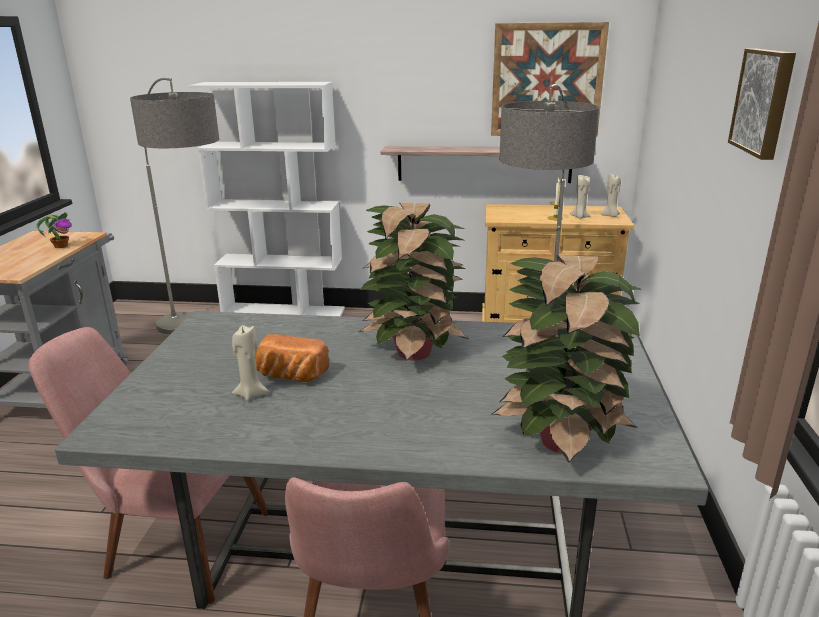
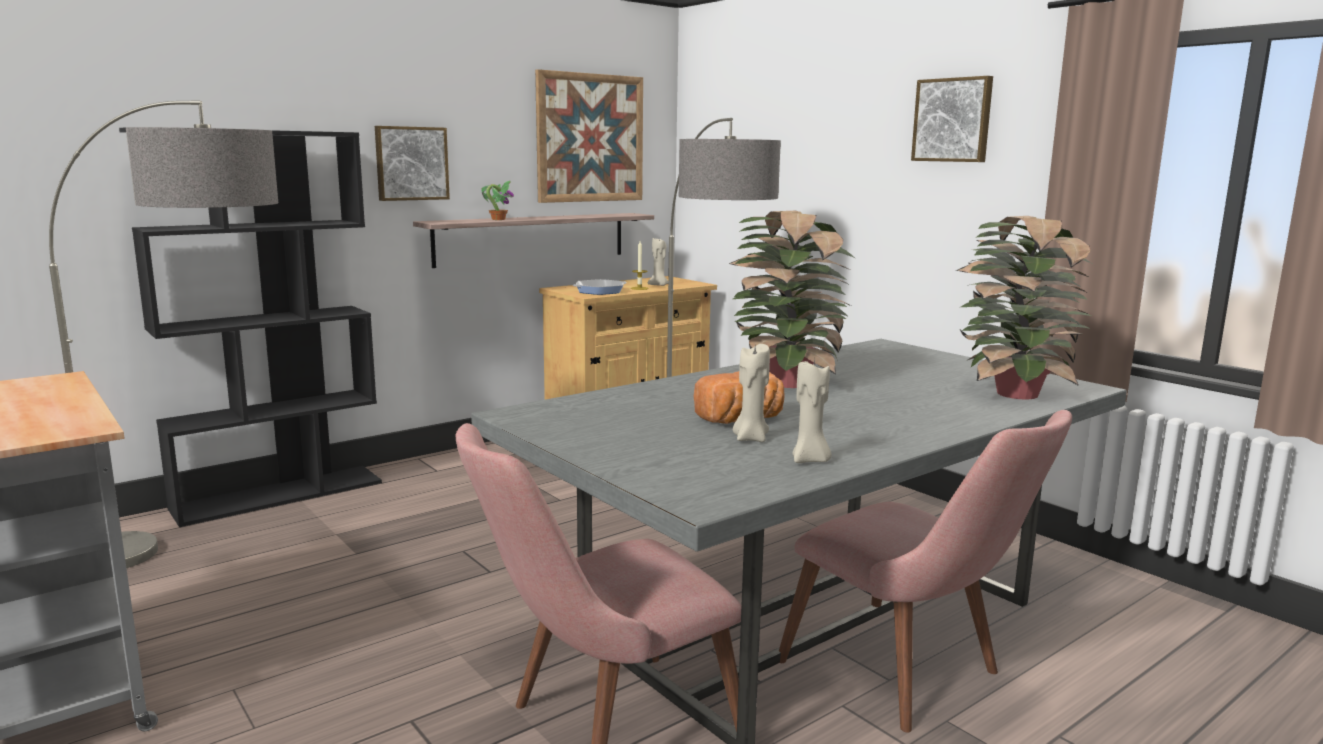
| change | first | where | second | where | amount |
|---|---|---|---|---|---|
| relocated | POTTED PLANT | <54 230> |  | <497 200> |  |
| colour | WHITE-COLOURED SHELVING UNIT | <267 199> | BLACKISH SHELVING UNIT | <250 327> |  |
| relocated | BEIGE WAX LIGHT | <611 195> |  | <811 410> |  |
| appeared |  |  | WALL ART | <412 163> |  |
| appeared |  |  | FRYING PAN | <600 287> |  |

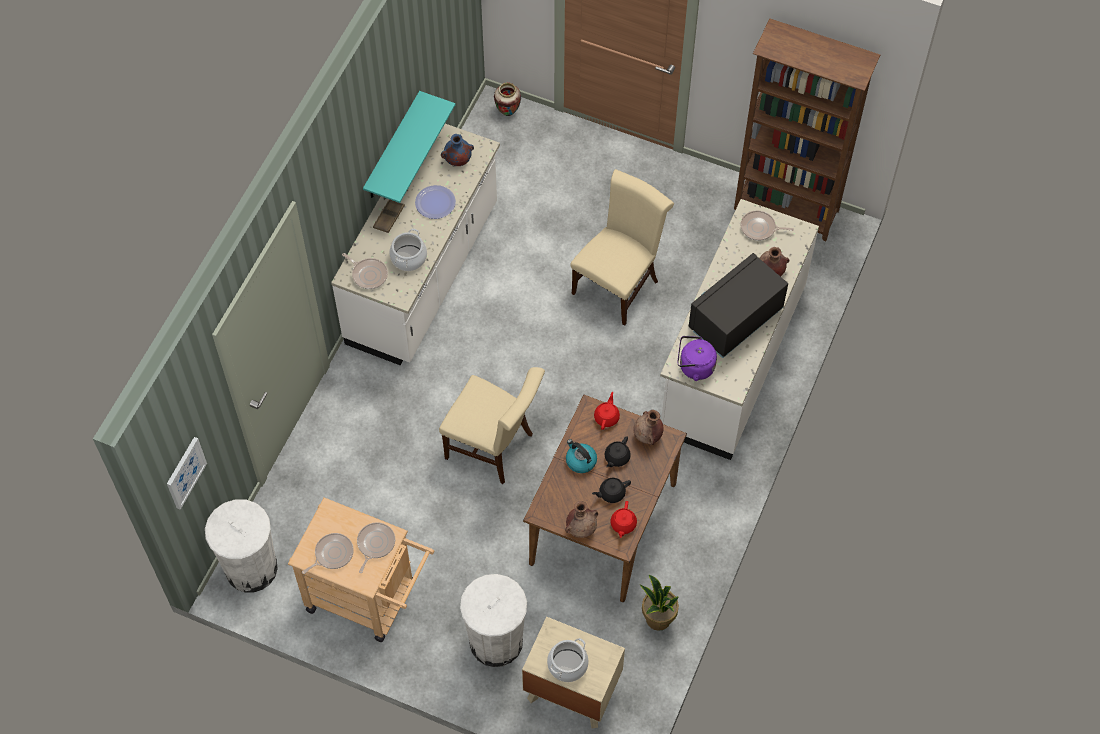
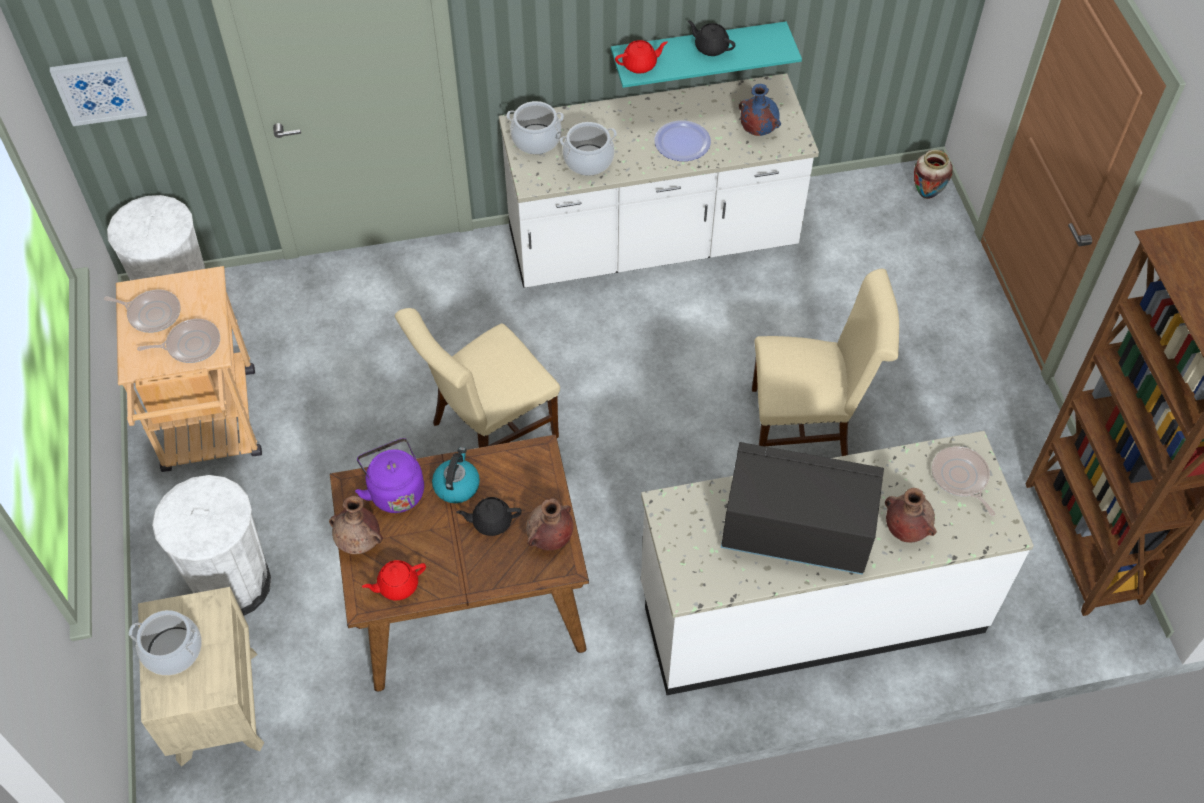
| change | first | where | second | where | amount |
|---|---|---|---|---|---|
| exchanged | FRYING PAN | <365 271> | STOCKPOT | <535 127> |  |
| missing | BROWN-COLOURED TRAY | <389 216> |  |  |  |
| spun | BEIGE PLAIN CHAIR | <492 425> |  | <477 378> | 60 degrees clockwise |
| relocated | BLACKISH TEAPOT | <611 490> |  | <711 38> |  |
| relocated | RED-COLOURED TEAPOT | <607 411> |  | <641 57> |  |
| missing | POTTED PLANT | <659 603> |  |  |  |
| relocated | PURPLISH KETTLE | <697 358> |  | <389 475> |  |

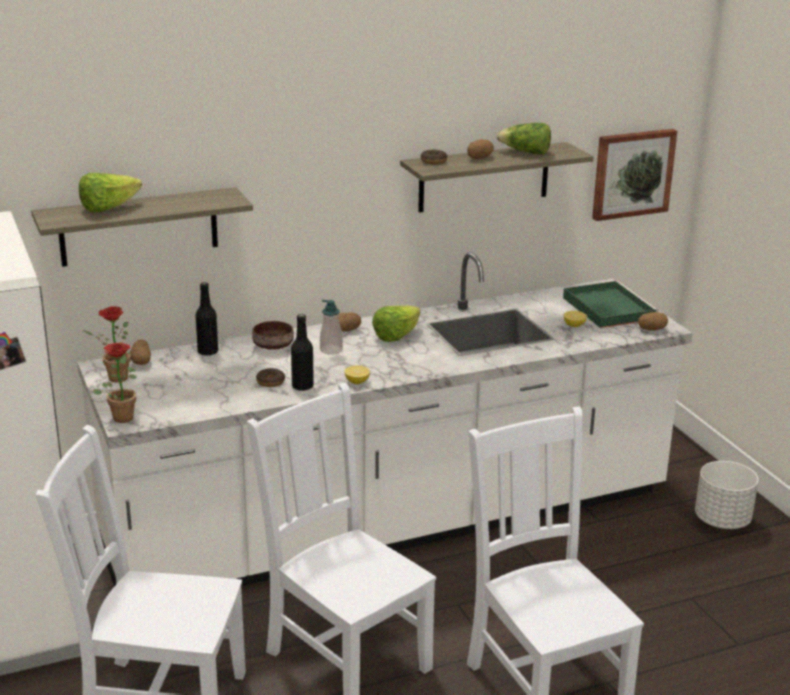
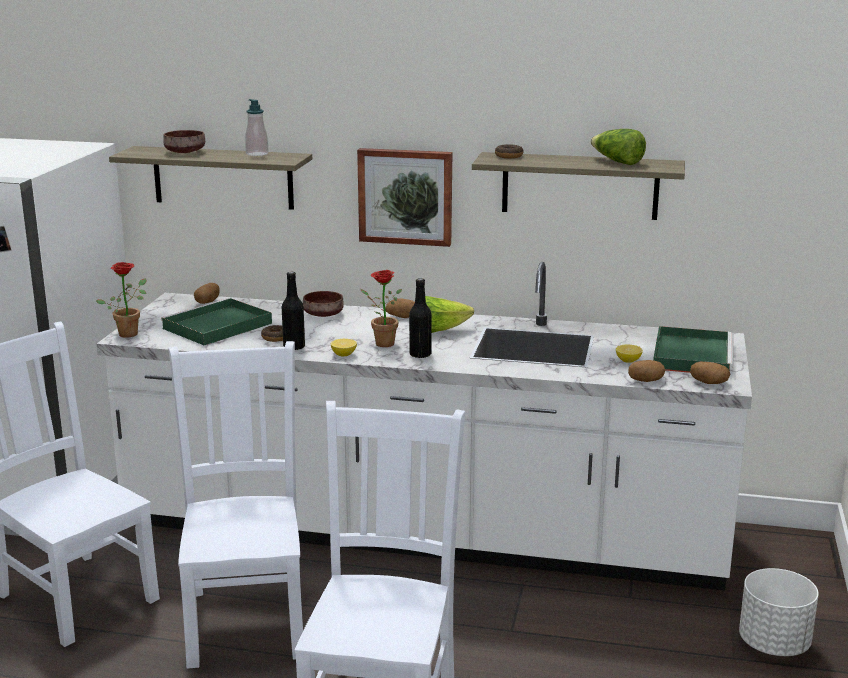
| change | first | where | second | where | amount |
|---|---|---|---|---|---|
| exchanged | LETTUCE | <110 192> | BROWN-COLOURED BOWL | <184 141> |  |
| relocated | POTTED PLANT | <107 344> |  | <381 308> |  |
| relocated | BLACKISH BEVERAGE BOTTLE | <206 318> |  | <420 318> |  |
| relocated | LIQUID SOAP BOTTLE | <331 327> |  | <257 127> |  |
| relocated | POTATO | <480 149> |  | <646 371> |  |
| relocated | WALL ART | <634 175> |  | <404 197> |  |
| appeared |  |  | GREEN-COLOURED TRAY | <216 321> |  |

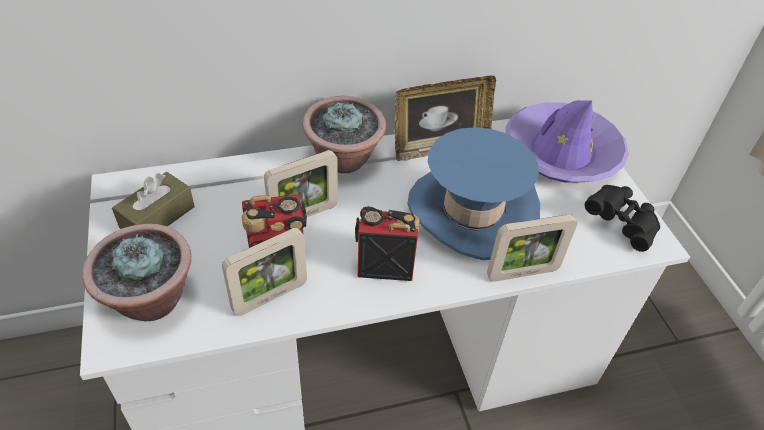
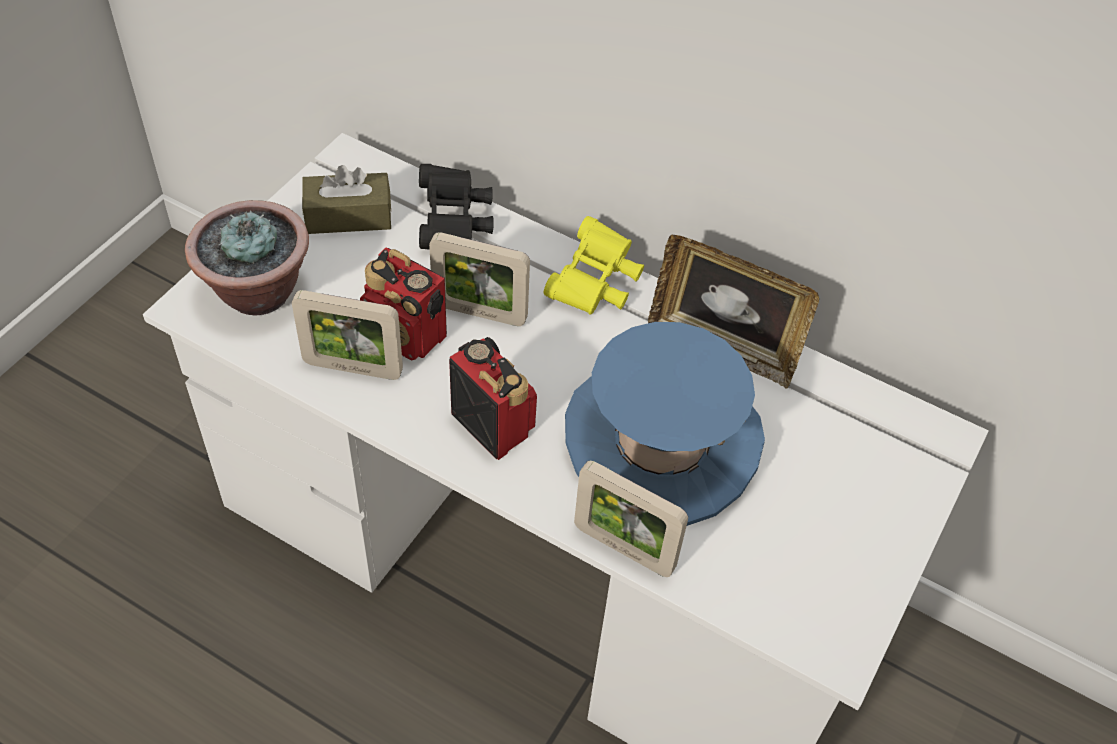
| change | first | where | second | where | amount |
|---|---|---|---|---|---|
| exchanged | POTTED PLANT | <344 134> | YELLOW-COLOURED PAIR OF BINOCULARS | <593 265> |  |
| missing | PURPLISH CLOTHING HAT | <567 141> |  |  |  |
| relocated | BLACKISH PAIR OF BINOCULARS | <622 218> |  | <456 207> |  |

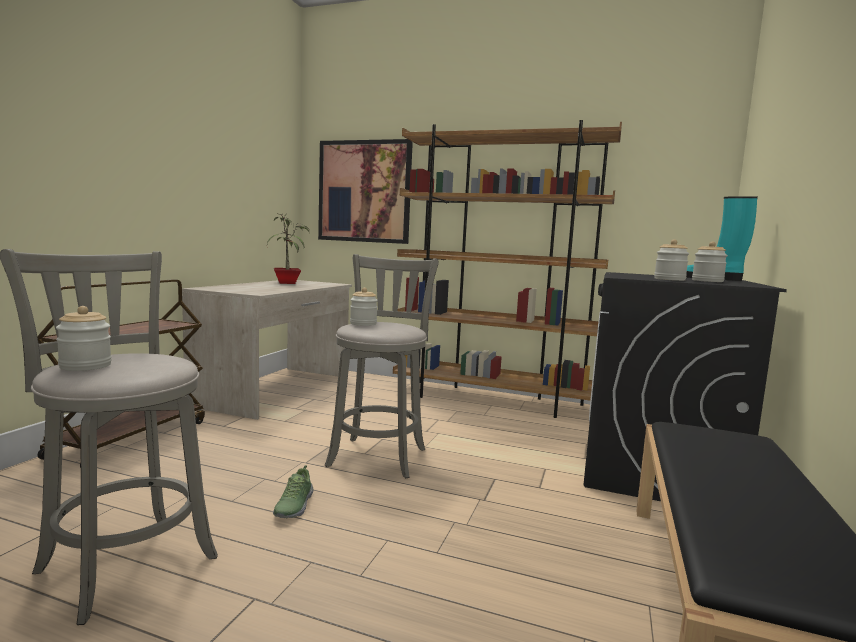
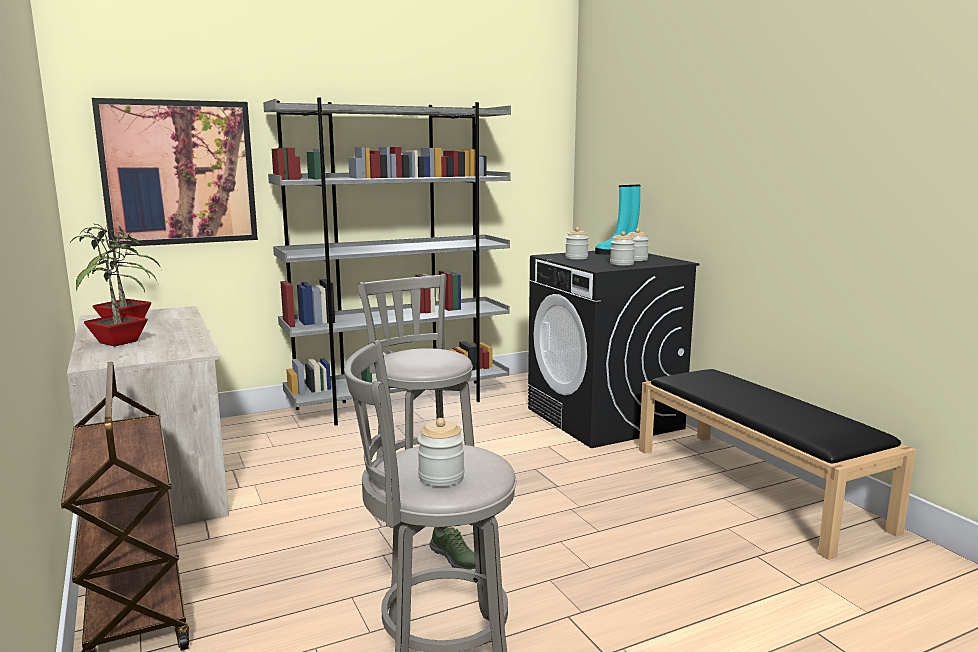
| change | first | where | second | where | amount |
|---|---|---|---|---|---|
| relocated | JAR | <364 307> |  | <577 243> |  |
| colour | BROWN-COLOURED SHELVING UNIT | <507 269> | GREY SHELVING UNIT | <387 261> |  |
| appeared |  |  | POTTED PLANT | <113 289> |  |

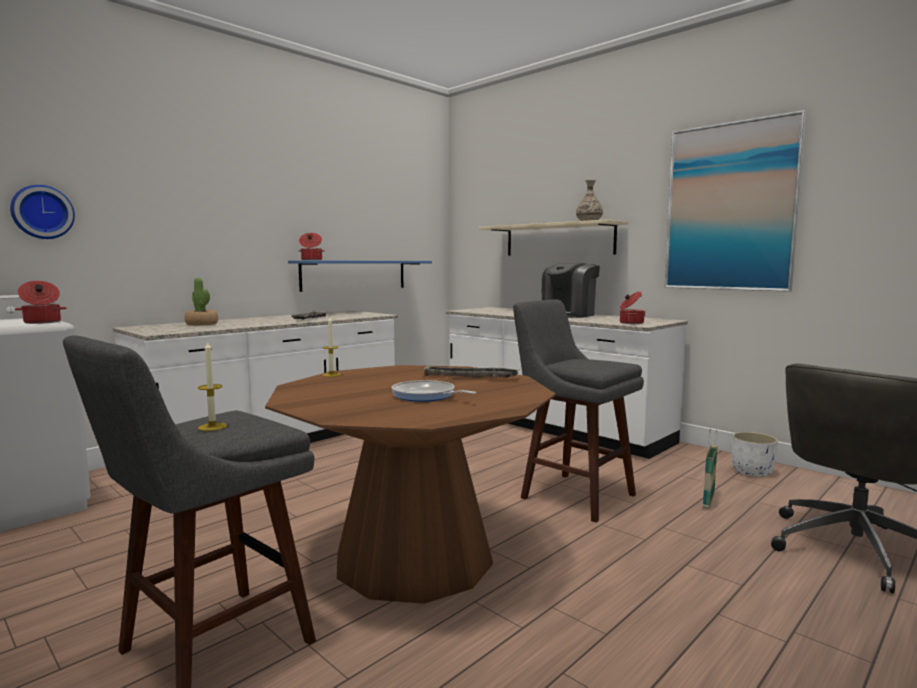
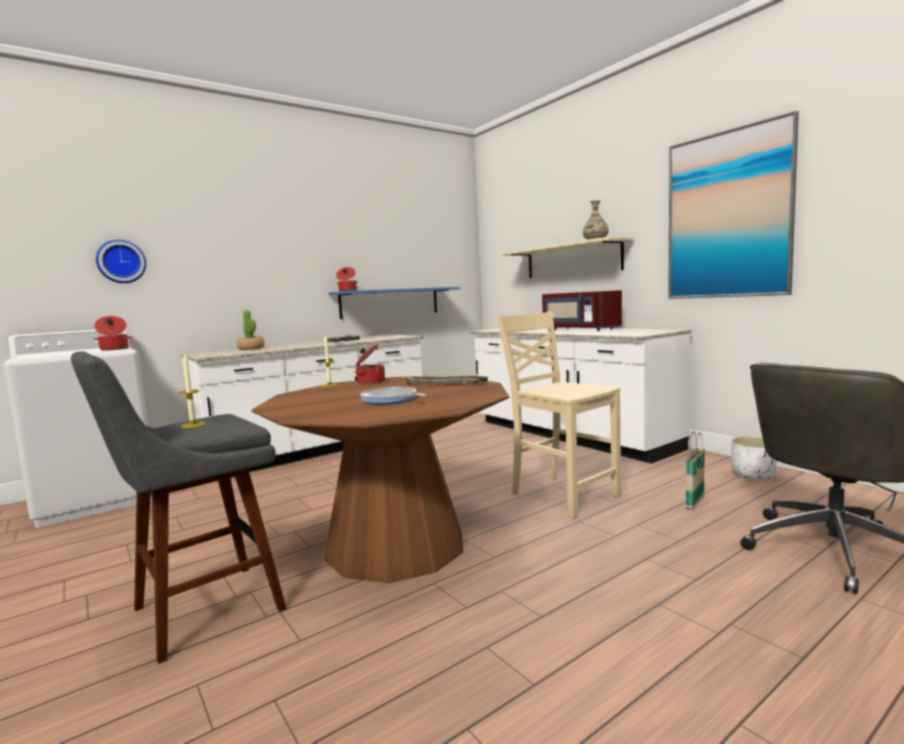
| change | first | where | second | where | amount |
|---|---|---|---|---|---|
| exchanged | GREY SITTING STOOL | <578 410> | BEIGE PLAIN CHAIR | <559 415> |  |
| exchanged | COFFEE MACHINE | <570 290> | RED-COLOURED KITCHEN MICROWAVE | <582 310> |  |
| relocated | STOCKPOT | <633 308> |  | <370 364> |  |

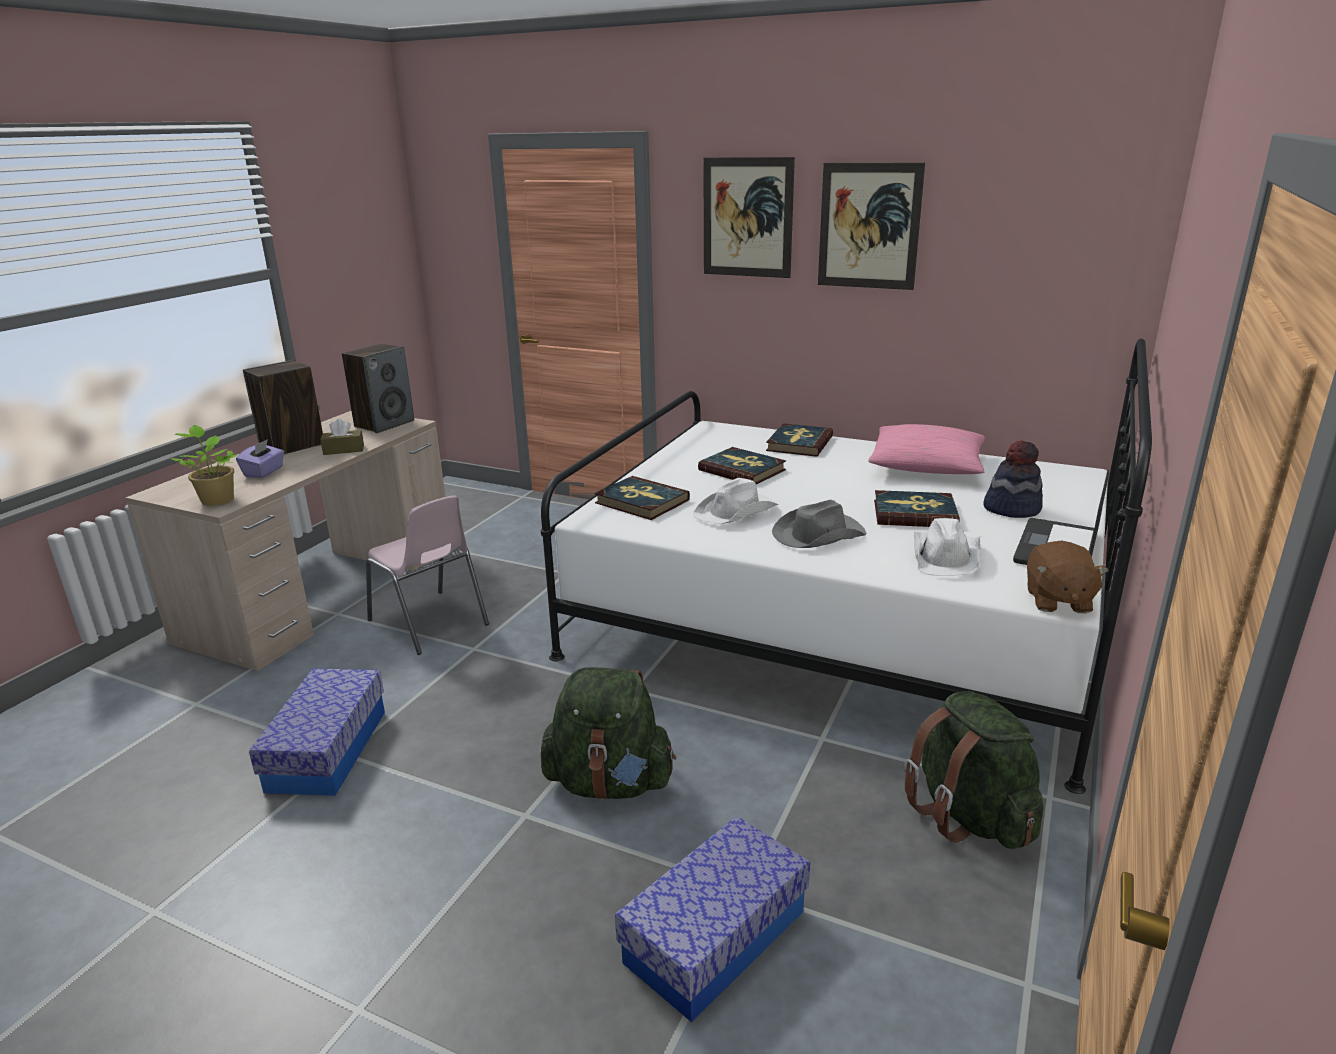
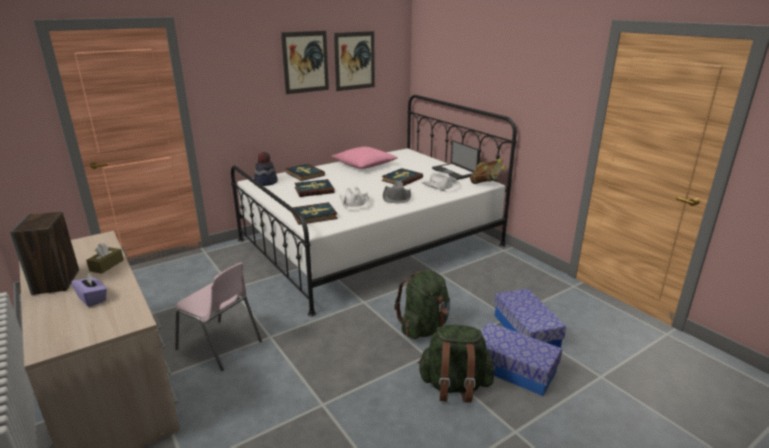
| change | first | where | second | where | amount |
|---|---|---|---|---|---|
| missing | POTTED PLANT | <204 465> |  |  |  |
| relocated | STORAGE BIN | <317 732> |  | <521 359> |  |
| missing | AUDIO SPEAKER | <378 388> |  |  |  |
| spun | PINKISH PLAIN CHAIR | <427 575> |  | <218 316> | 45 degrees clockwise |
| relocated | WALL ART | <749 217> |  | <354 61> |  |
| relocated | GREEN-COLOURED BACKPACK | <974 770> |  | <456 364> |  |
| relocated | CLOTHING HAT | <1013 479> |  | <266 169> |  |
| exchanged | BROWN-COLOURED SOFT TOY | <1068 577> | VOLUME | <488 171> |  |

